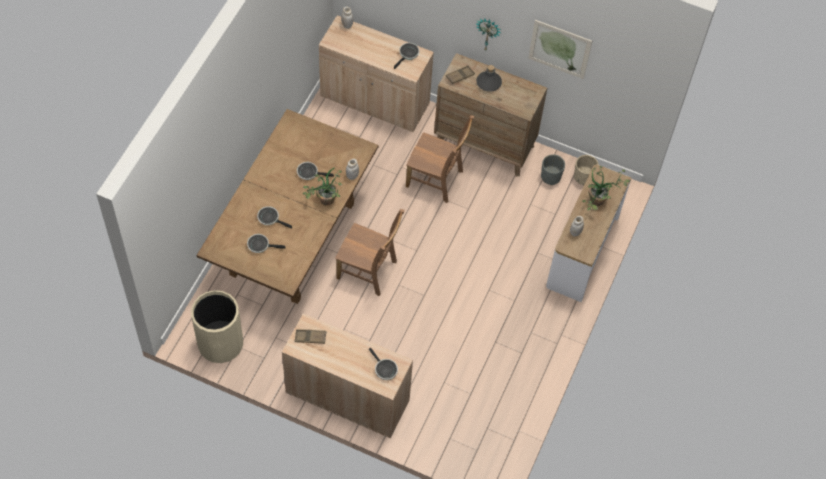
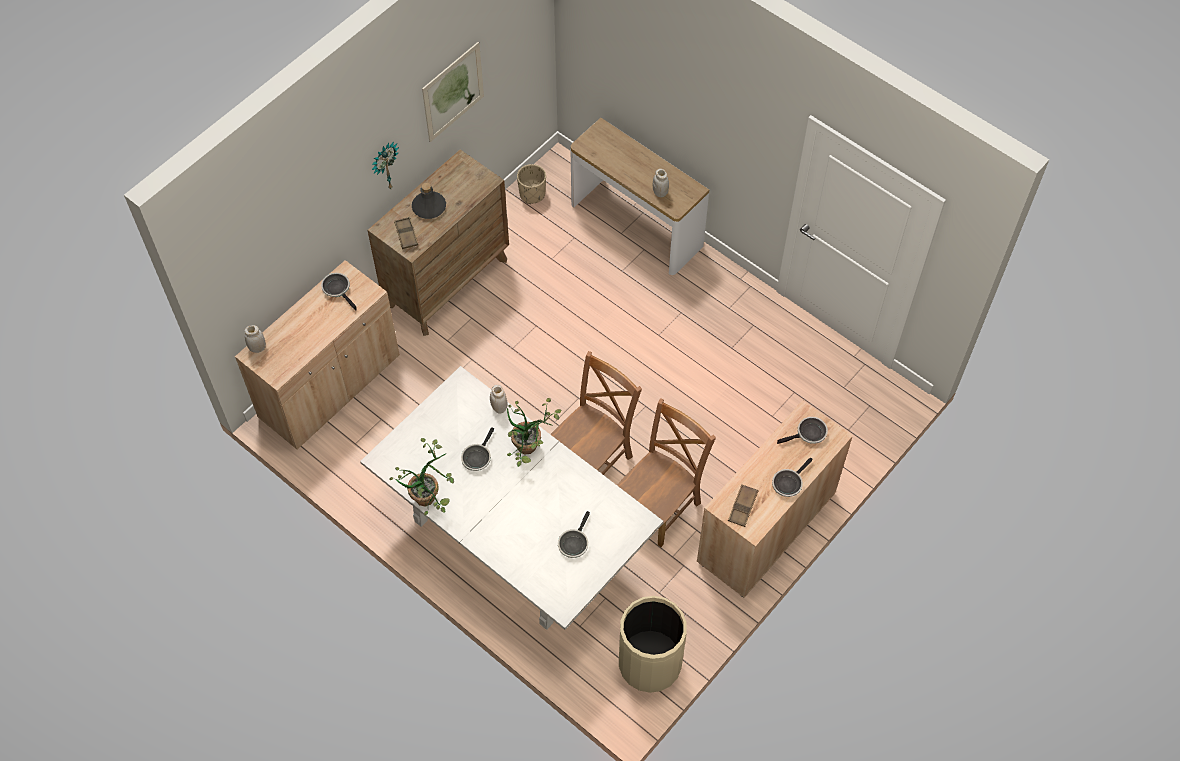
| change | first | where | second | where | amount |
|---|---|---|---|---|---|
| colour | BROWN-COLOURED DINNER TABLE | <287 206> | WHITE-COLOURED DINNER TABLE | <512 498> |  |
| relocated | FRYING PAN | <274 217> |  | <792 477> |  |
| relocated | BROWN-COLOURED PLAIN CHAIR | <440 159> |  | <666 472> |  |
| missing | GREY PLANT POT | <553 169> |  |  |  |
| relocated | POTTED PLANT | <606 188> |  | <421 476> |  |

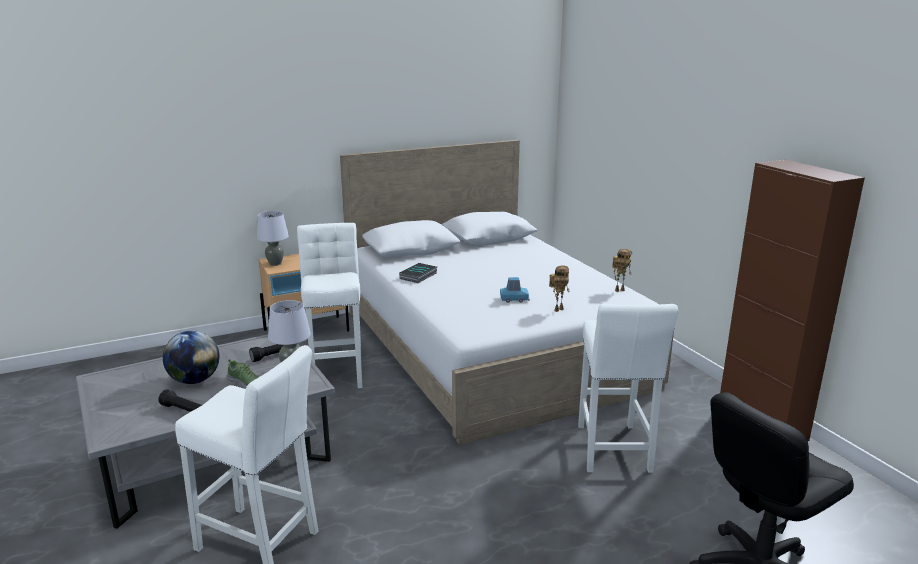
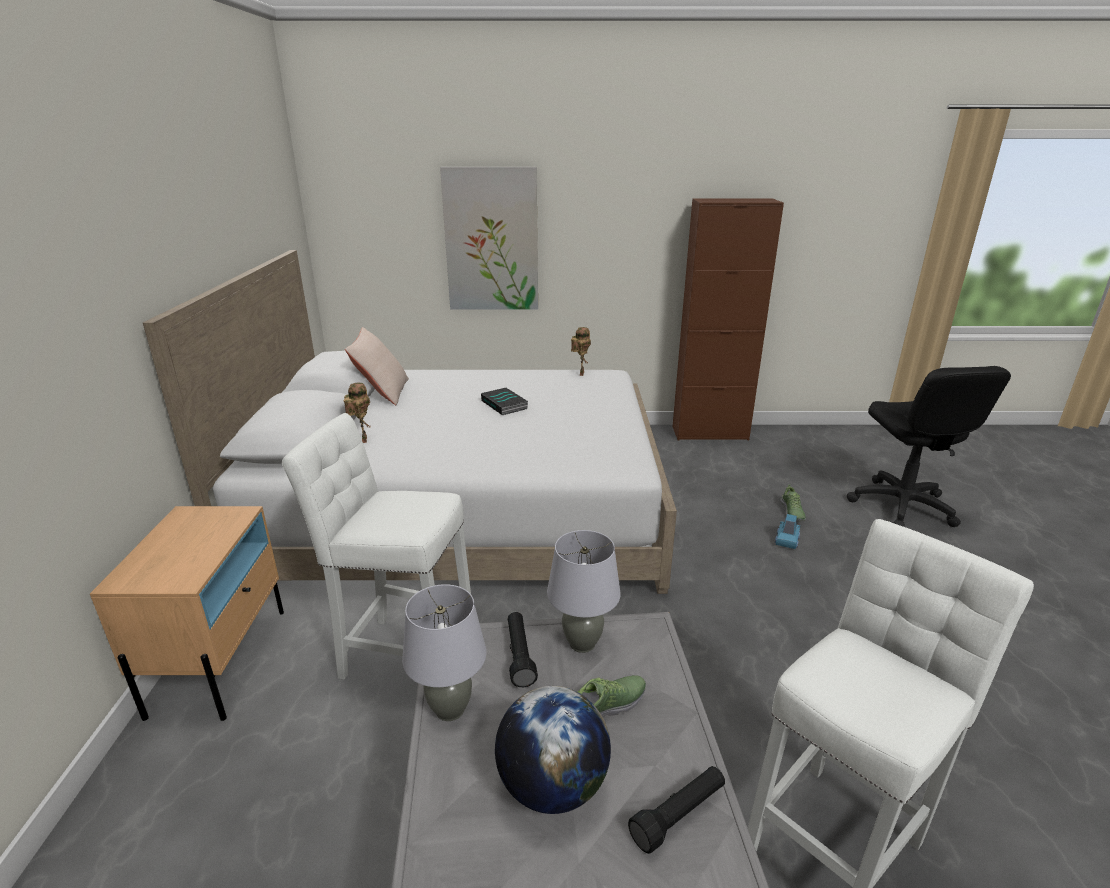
| change | first | where | second | where | amount |
|---|---|---|---|---|---|
| relocated | GREY TABLE LAMP | <273 238> |  | <444 652> |  |
| relocated | VOLUME | <418 273> |  | <504 401> |  |
| relocated | BLUISH TOY CAR | <515 290> |  | <787 531> |  |
| relocated | MODEL ROBOT | <559 288> |  | <356 413> |  |
| missing | WHITE-COLOURED SITTING STOOL | <628 388> |  |  |  |
| appeared |  |  | BEIGE PILLOW | <377 366> |  |
| appeared |  |  | WALL ART | <489 238> |  |
| appeared |  |  | ITEM OF FOOTWEAR | <793 502> |  |

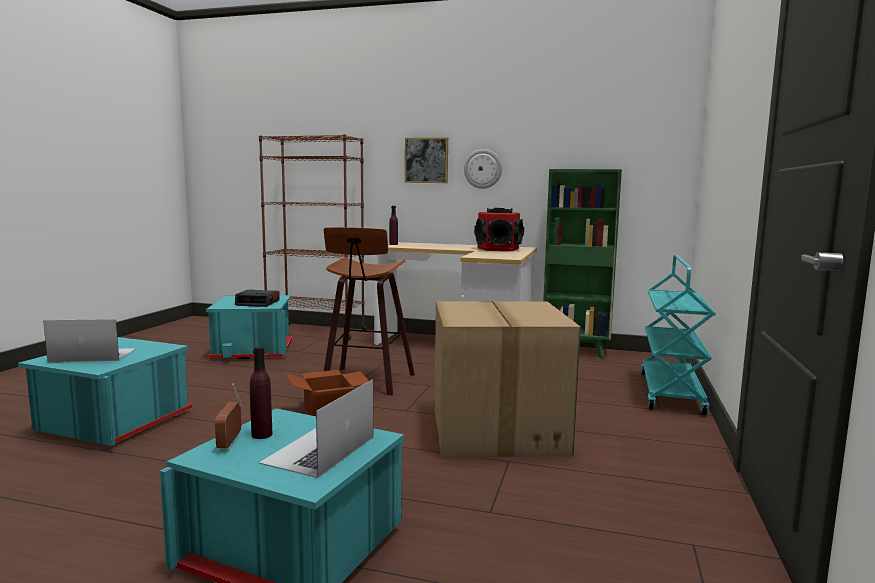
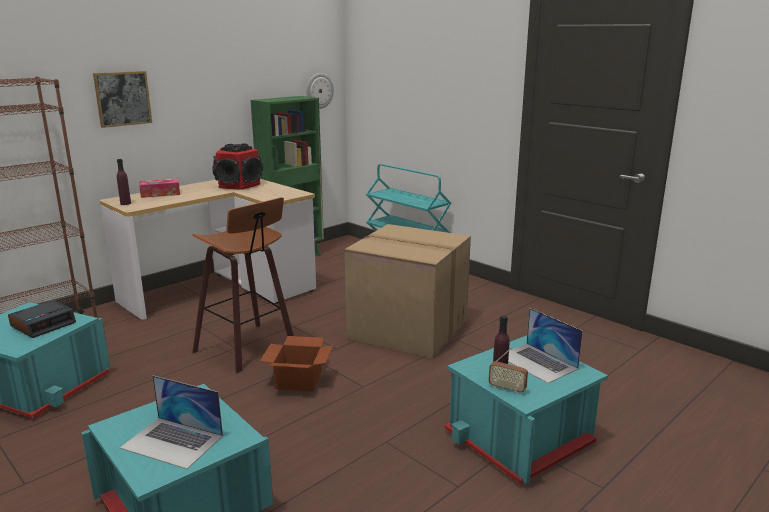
| change | first | where | second | where | amount |
|---|---|---|---|---|---|
| spun | NOTEBOOK COMPUTER | <89 340> |  | <171 422> | 90 degrees counterclockwise |
| relocated | WALL CLOCK | <483 169> |  | <320 91> |  |
| appeared |  |  | TISSUE HOLDER | <159 188> |  |

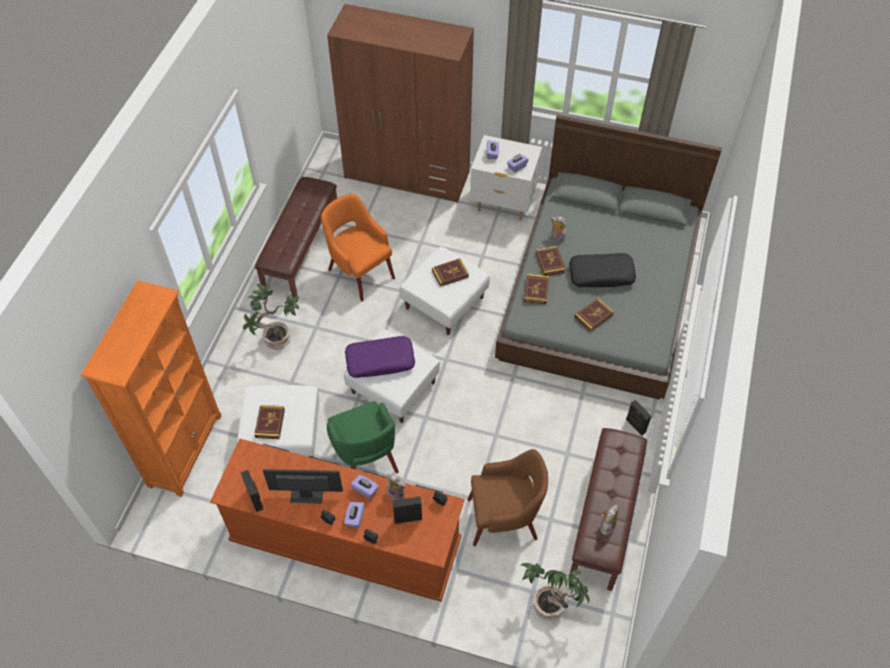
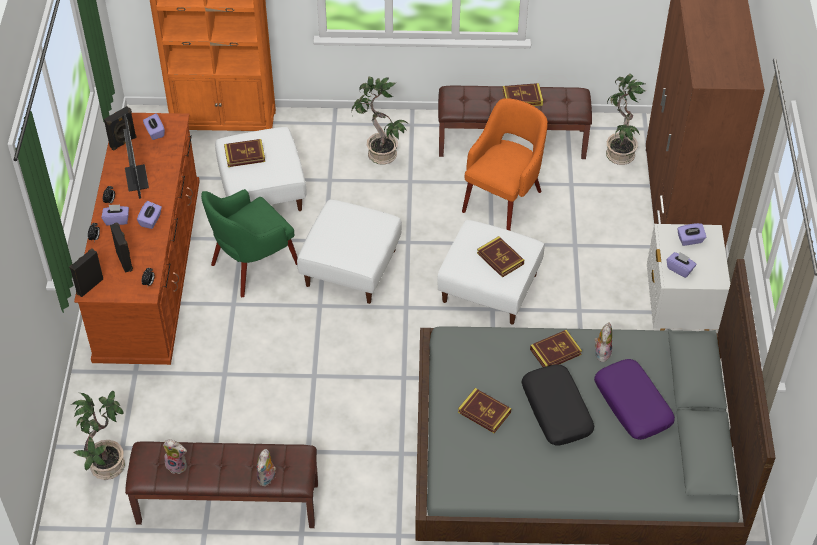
| change | first | where | second | where | amount |
|---|---|---|---|---|---|
| relocated | PURPLISH PILLOW | <380 357> |  | <634 399> |  |
| relocated | SOFT TOY | <396 487> |  | <266 467> |  |
| missing | BROWN-COLOURED EASY CHAIR | <507 497> |  |  |  |
| relocated | VOLUME | <536 289> |  | <523 94> |  |
| relocated | BLACKISH AUDIO SPEAKER | <639 417> |  | <86 272> |  |
| appeared |  |  | PURPLISH TISSUE HOLDER | <154 126> |  |
| appeared |  |  | POTTED PLANT | <625 119> |  |

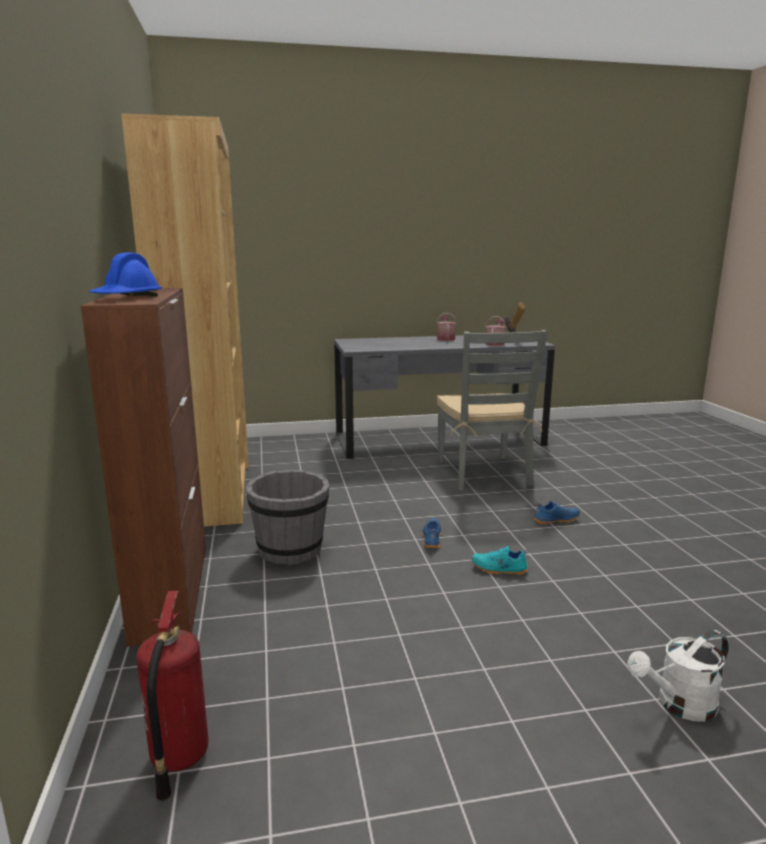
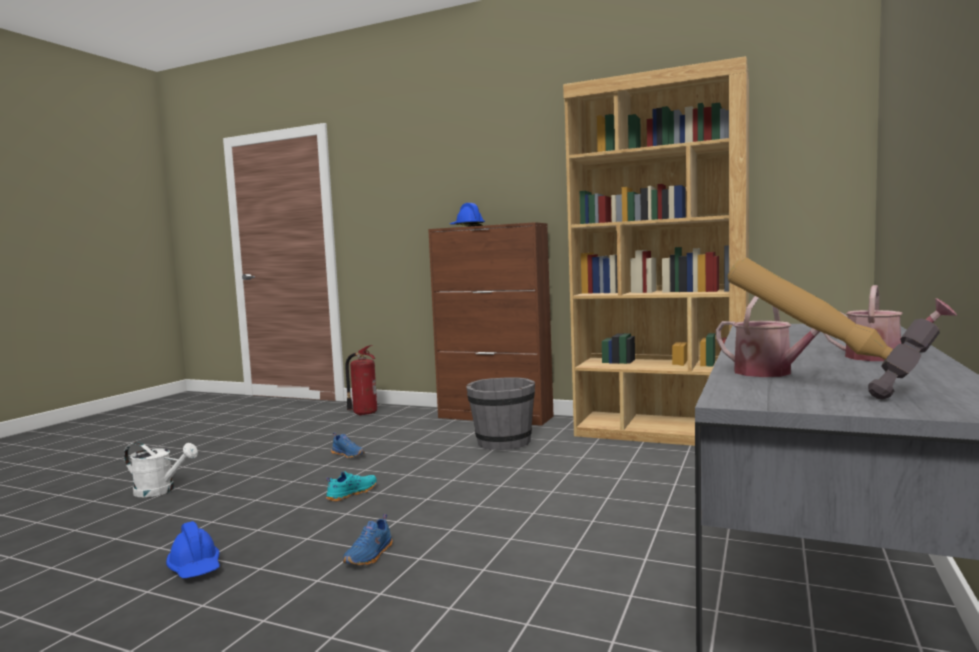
| change | first | where | second | where | amount |
|---|---|---|---|---|---|
| relocated | BLUISH ITEM OF FOOTWEAR | <431 533> |  | <348 445> |  |
| missing | GREY PLAIN CHAIR | <492 410> |  |  |  |
| spun | WHITE-COLOURED WATERING CAN | <678 675> |  | <161 469> | 90 degrees clockwise |
| appeared |  |  | BLUISH WORK HELMET | <193 549> |  |

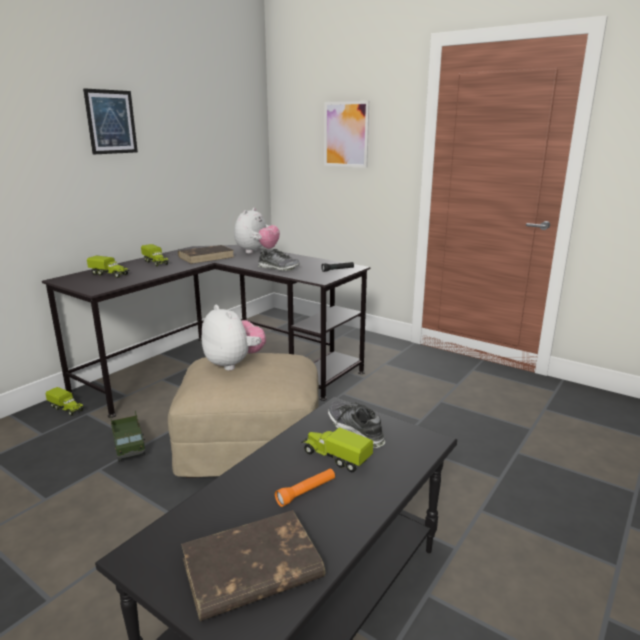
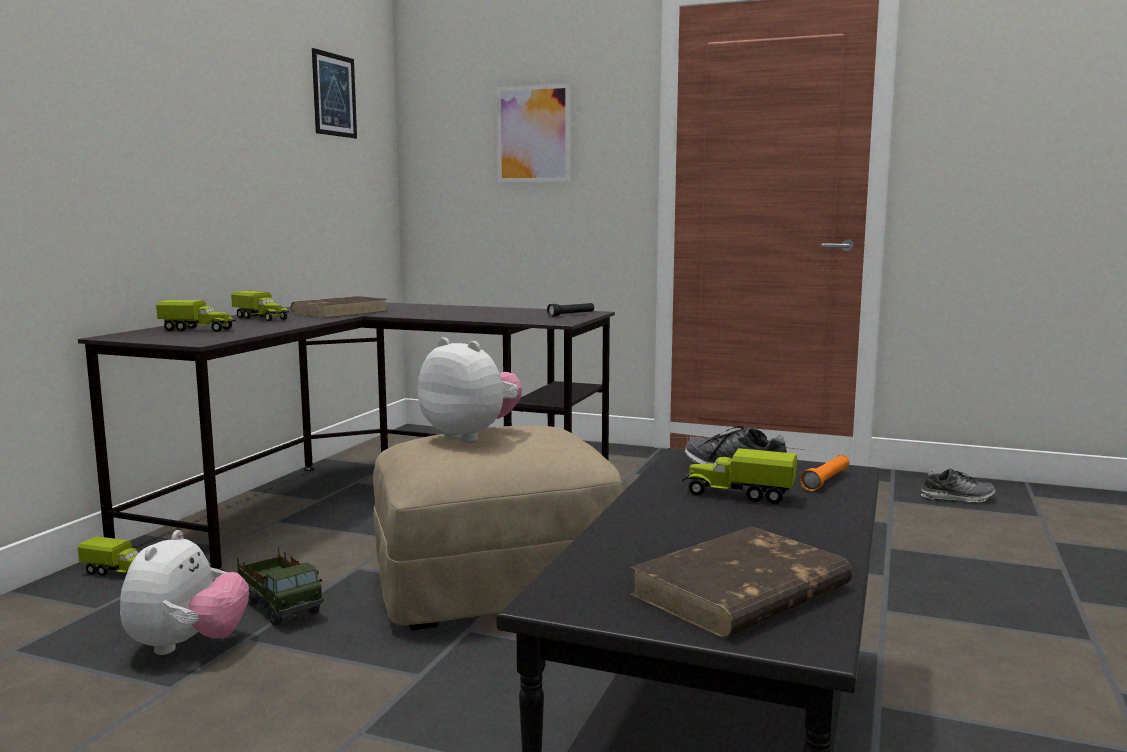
| change | first | where | second | where | amount |
|---|---|---|---|---|---|
| relocated | WALL ART | <110 121> |  | <334 93> |  |
| relocated | SOFT TOY | <257 230> |  | <184 592> |  |
| relocated | ITEM OF FOOTWEAR | <279 260> |  | <958 485> |  |
| relocated | ORANGE-COLOURED FLASHLIGHT | <305 487> |  | <824 473> |  |

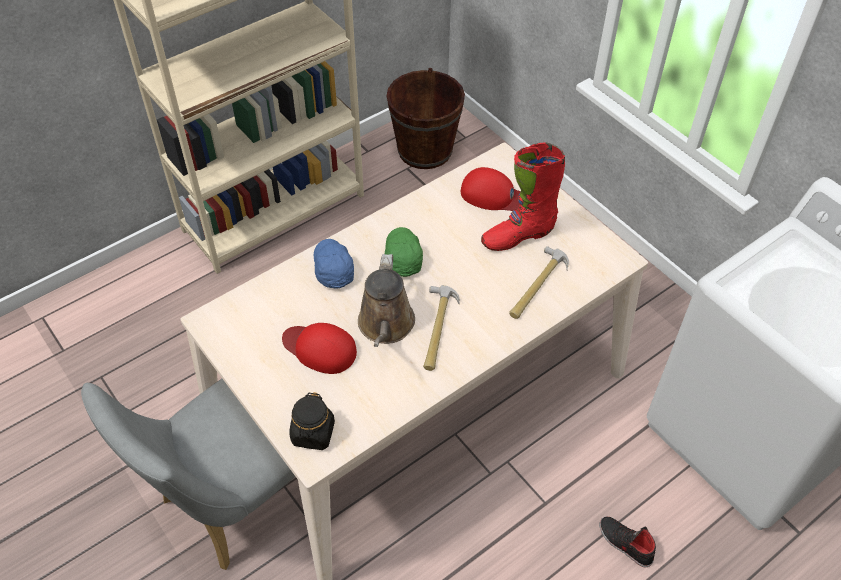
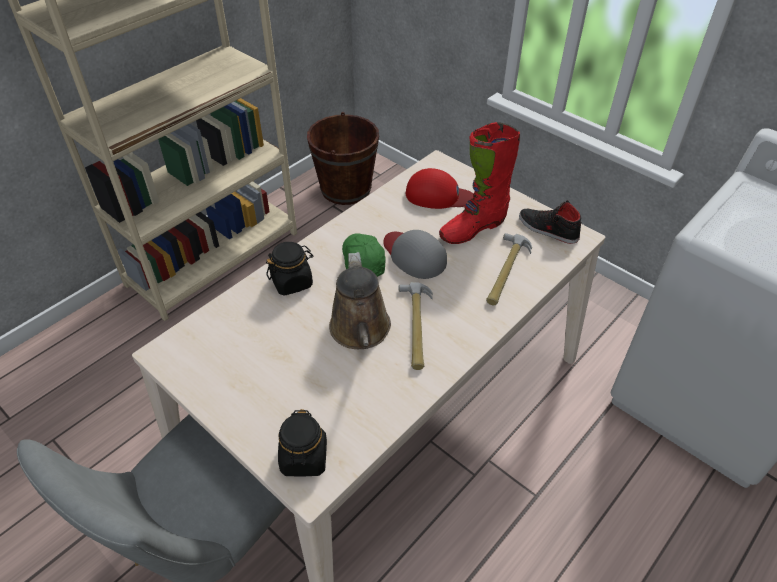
| change | first | where | second | where | amount |
|---|---|---|---|---|---|
| missing | RED-COLOURED CAP | <319 348> |  |  |  |
| exchanged | BLUISH CAP | <334 264> | BLACKISH JAR | <289 269> |  |
| relocated | BLACKISH ITEM OF FOOTWEAR | <627 541> |  | <550 222> |  |
| appeared |  |  | GREY CAP | <415 254> |  |

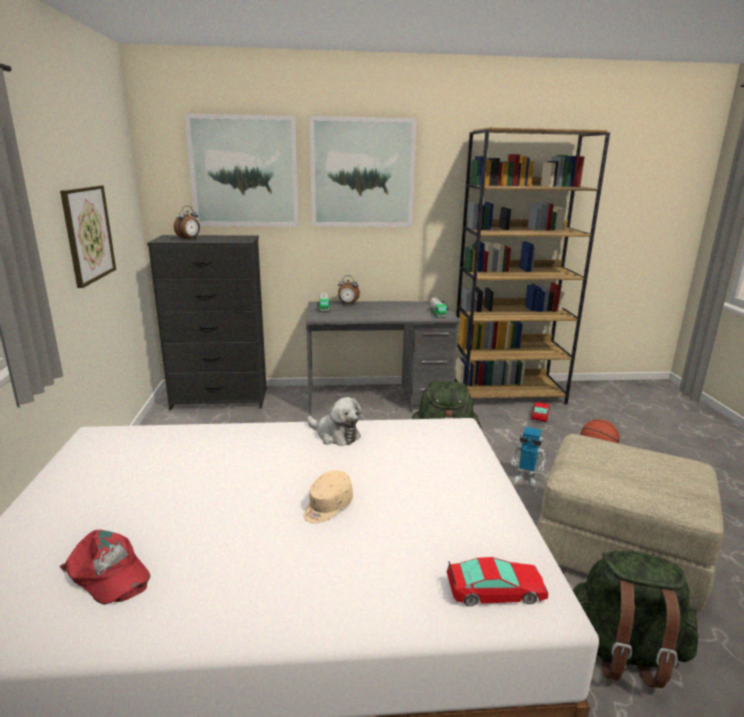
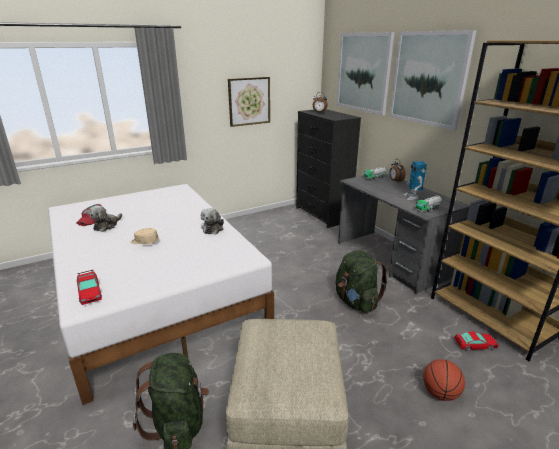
| change | first | where | second | where | amount |
|---|---|---|---|---|---|
| relocated | MODEL ROBOT | <528 457> |  | <415 180> |  |
| appeared |  |  | SOFT TOY | <105 218> |  |

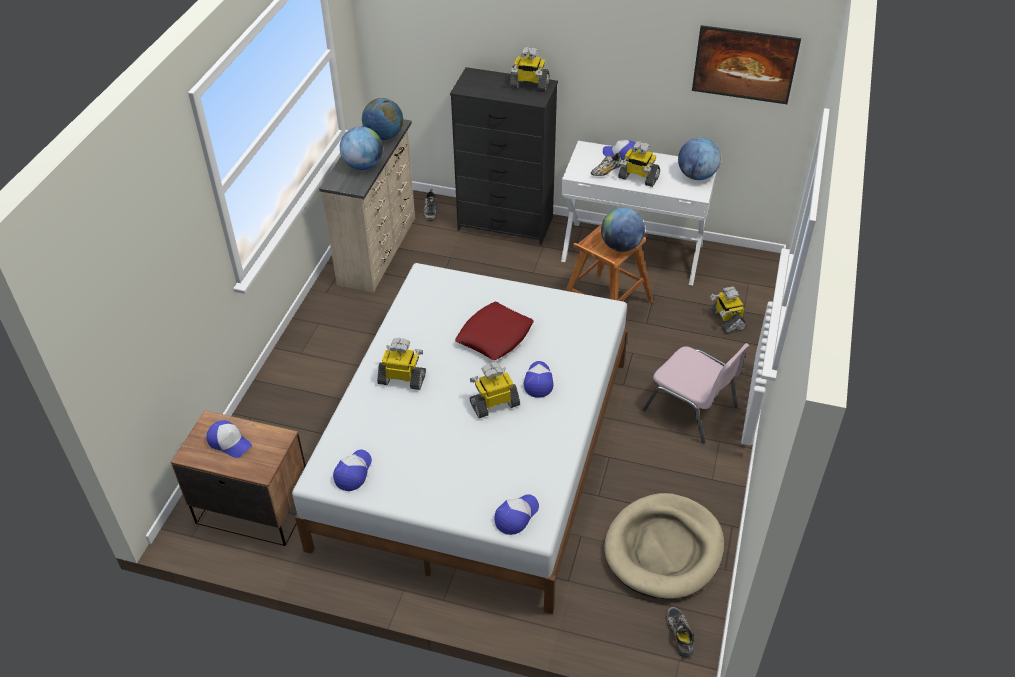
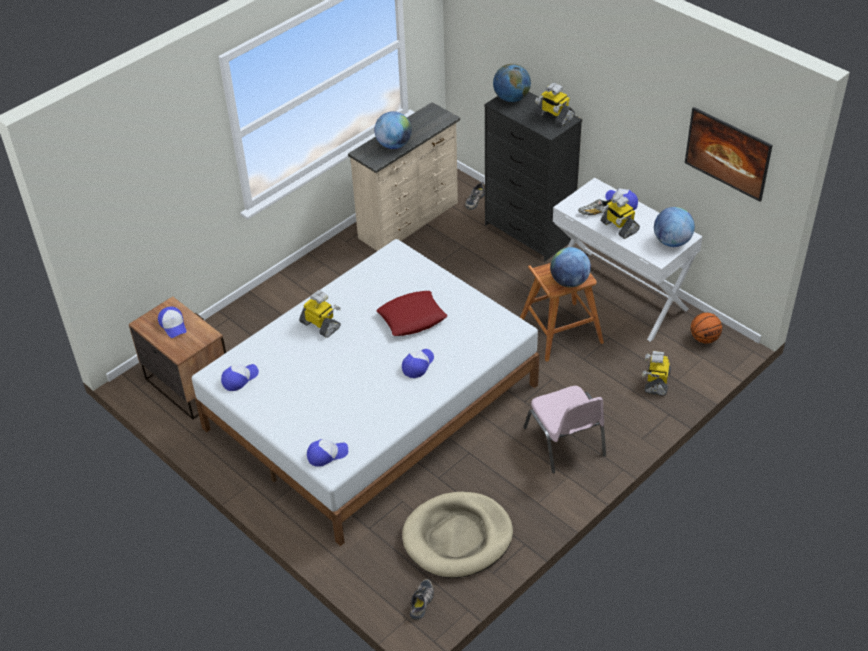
| change | first | where | second | where | amount |
|---|---|---|---|---|---|
| relocated | GLOBE | <382 119> |  | <512 83> |  |
| missing | MODEL ROBOT | <495 390> |  |  |  |
| appeared |  |  | BASKETBALL | <706 328> |  |

